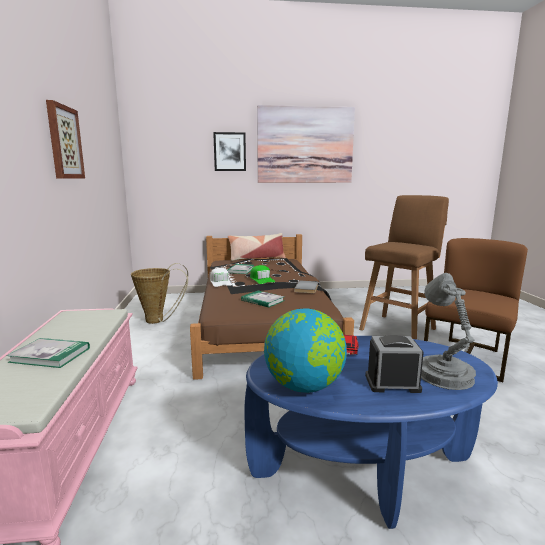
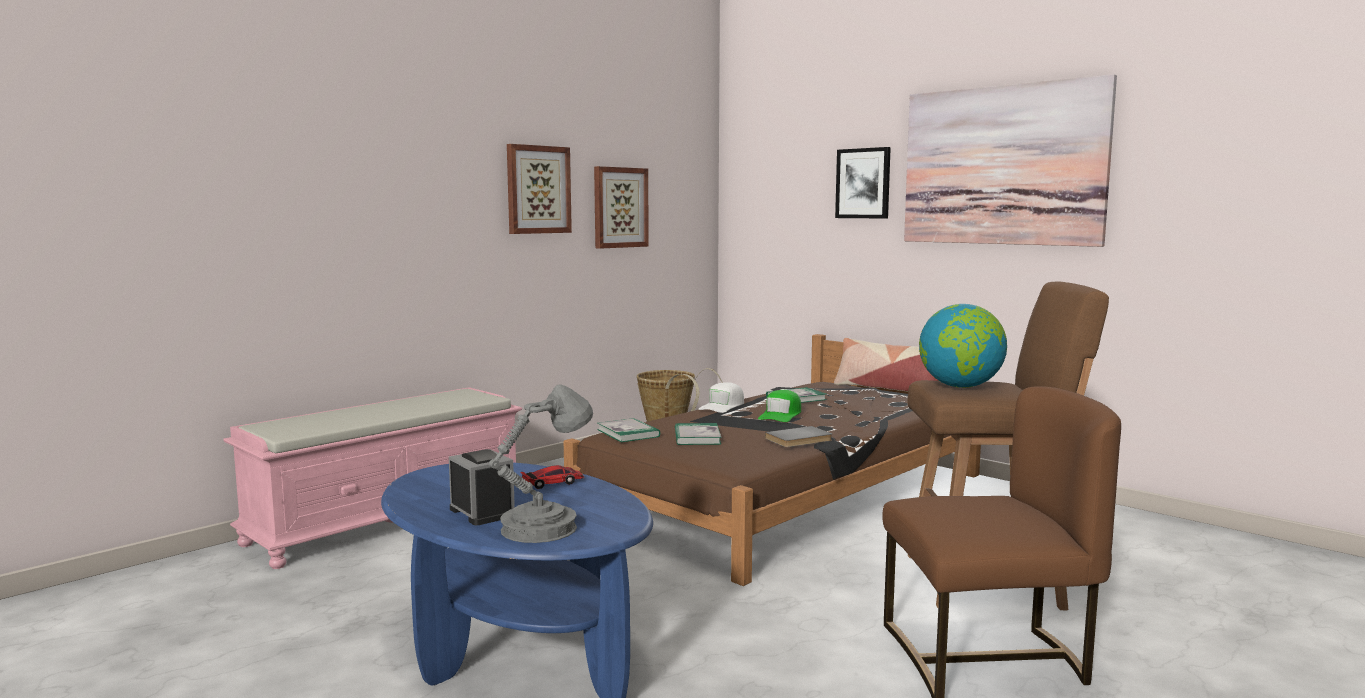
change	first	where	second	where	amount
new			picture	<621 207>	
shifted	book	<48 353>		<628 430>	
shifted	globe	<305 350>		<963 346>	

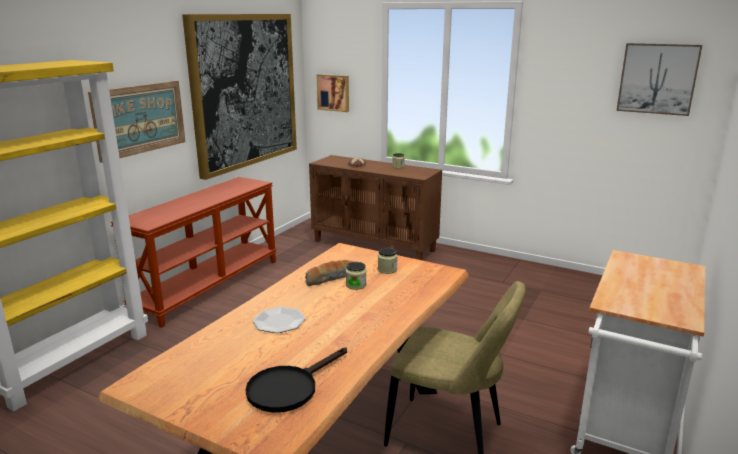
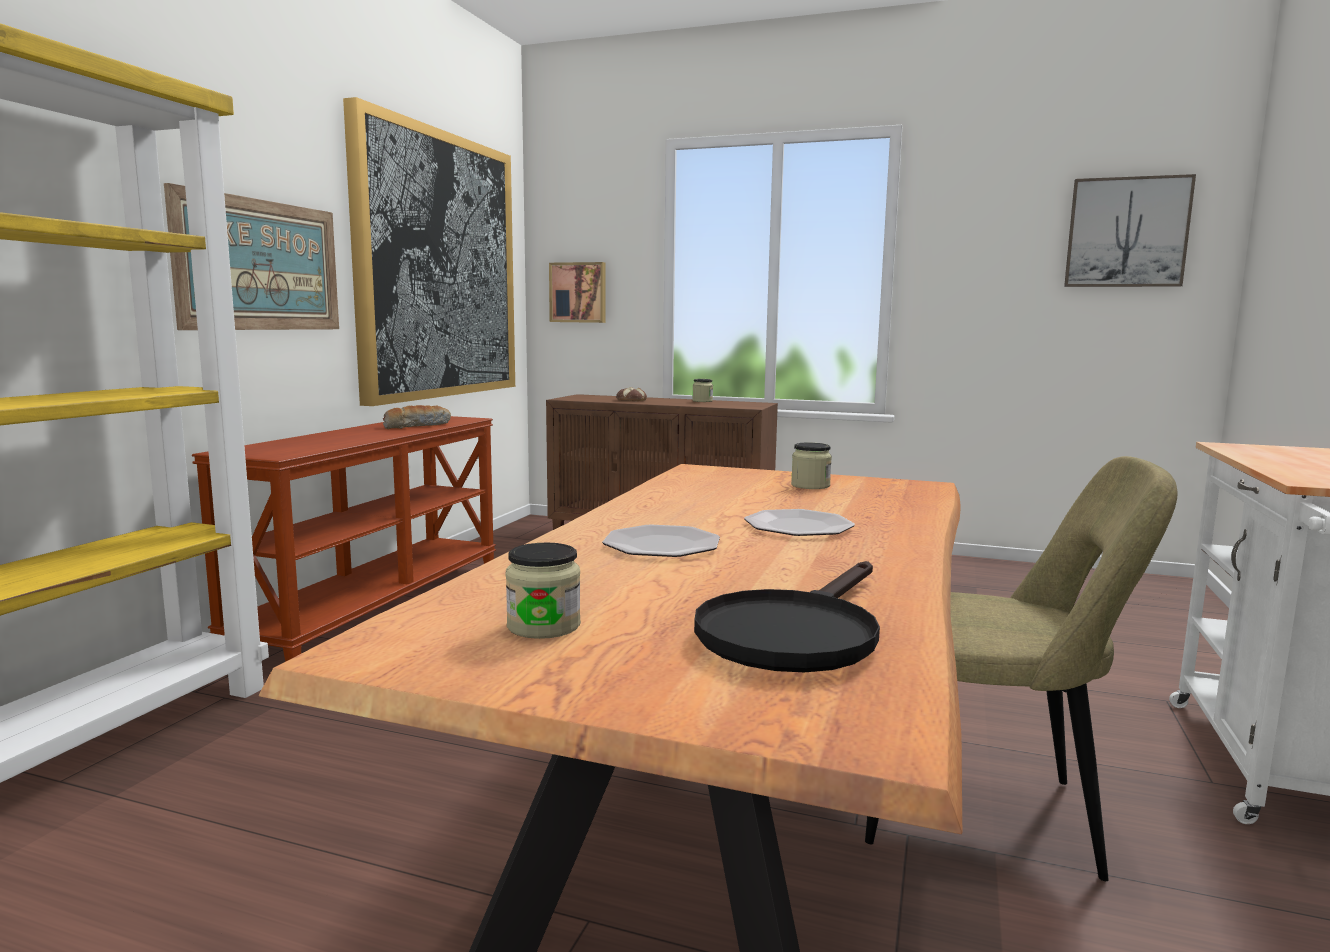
change	first	where	second	where	amount
new			plate	<799 522>	
shifted	bread	<329 273>		<417 417>	
shifted	jar	<356 276>		<543 591>	

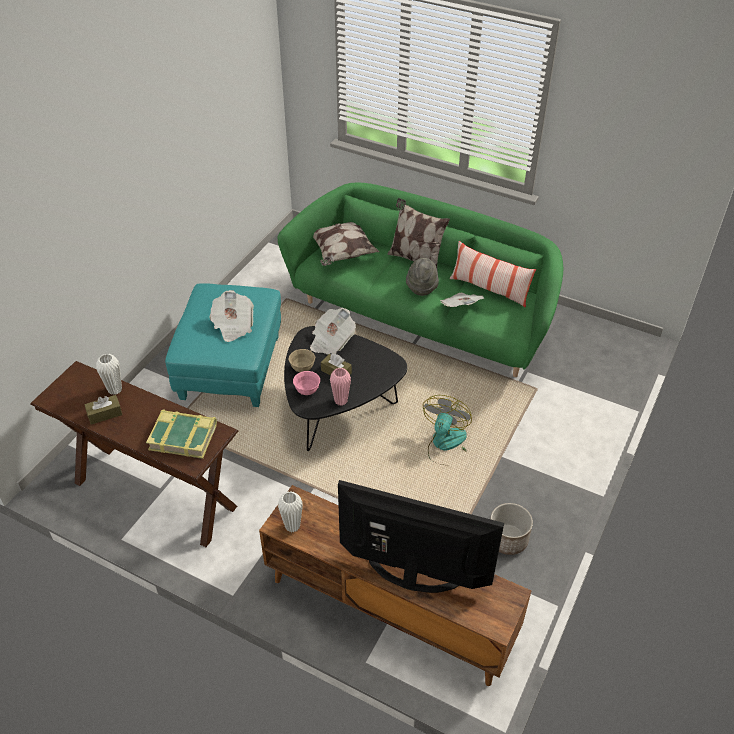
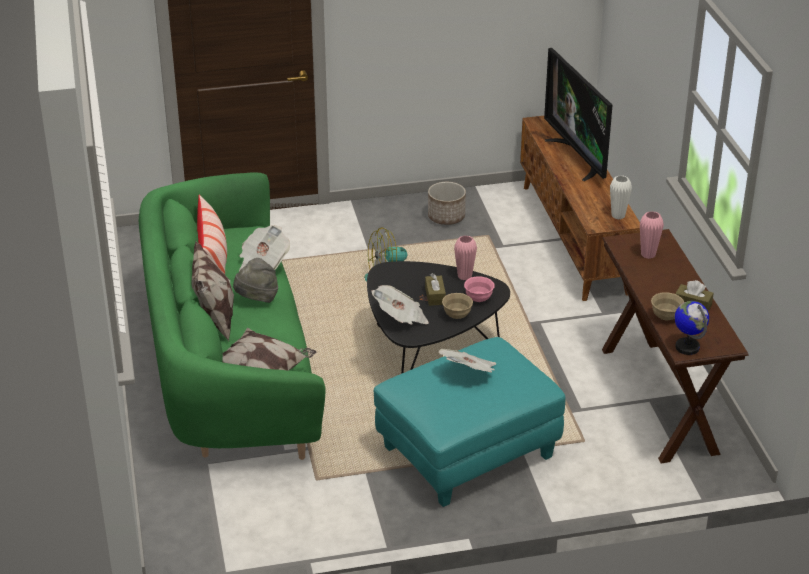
change	first	where	second	where	amount
new			globe	<692 328>	
swapped	white_vase	<109 374>	beige_bowl	<667 306>	
swapped	book	<181 434>	pink_vase	<652 235>	

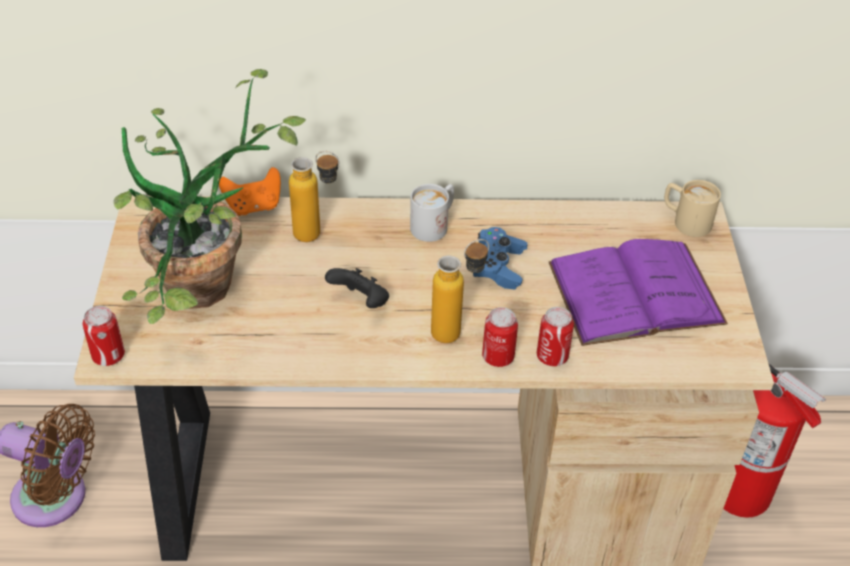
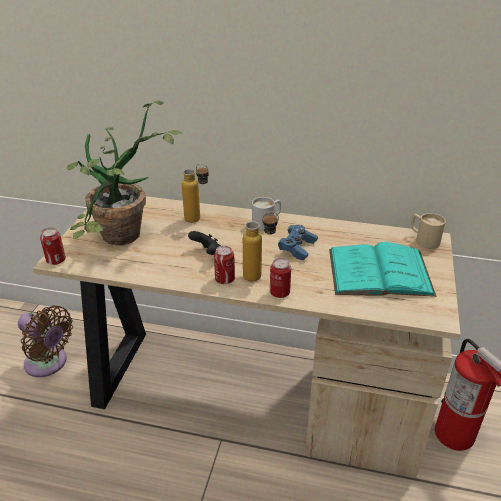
change	first	where	second	where	amount
gone	orange_game_controller	<250 191>			
shifted	can	<555 336>		<224 265>	
repainted	purple_book	<638 292>	turquoise_book	<382 269>	

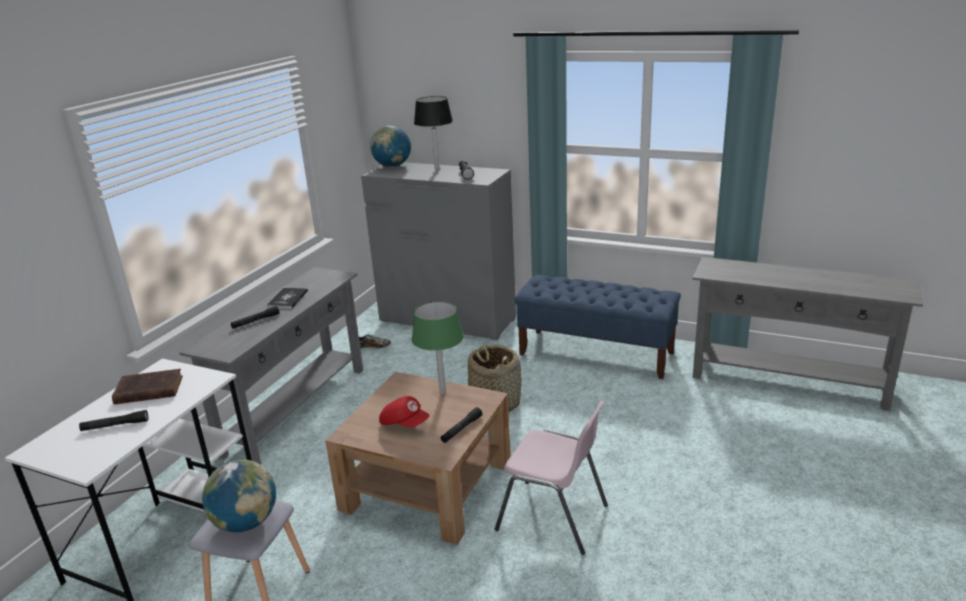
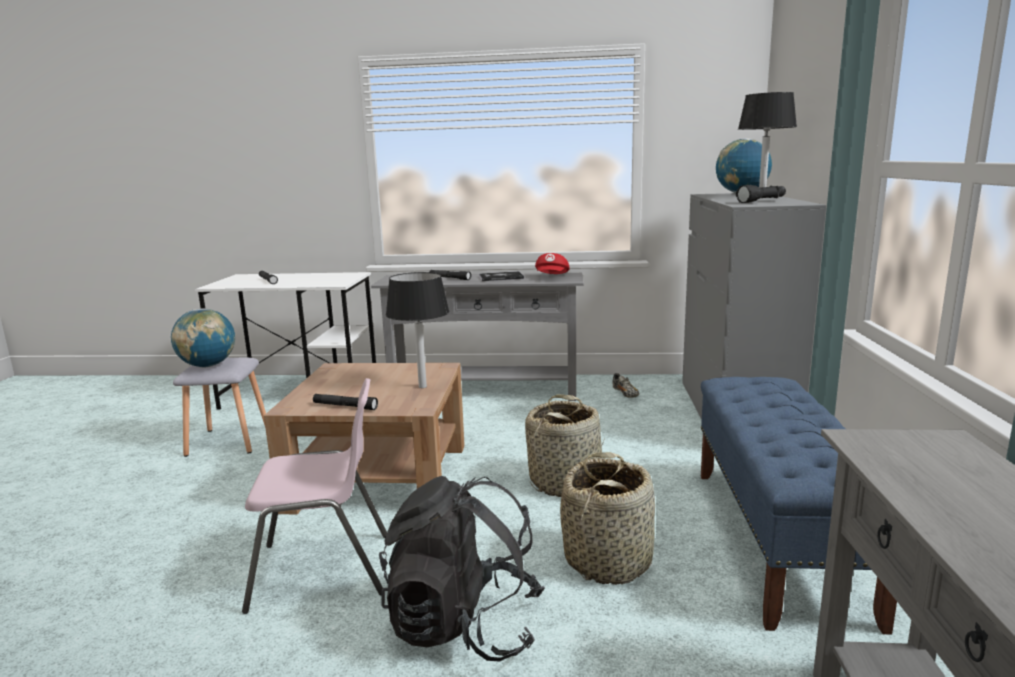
change	first	where	second	where	amount
gone	brown_book	<147 387>			
new			black_backpack	<462 569>	
new			basket	<607 518>	
shifted	red_cap	<404 411>		<552 263>	
repainted	green_table_lamp	<438 347>	black_table_lamp	<418 330>	
rotated	pink_chair	<551 478>		<314 496>	105 degrees counterclockwise

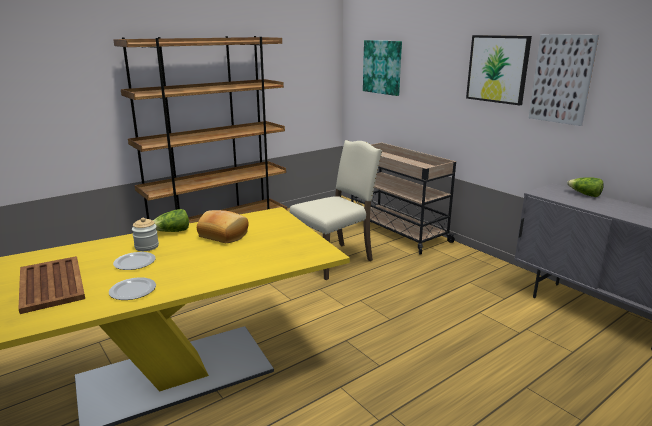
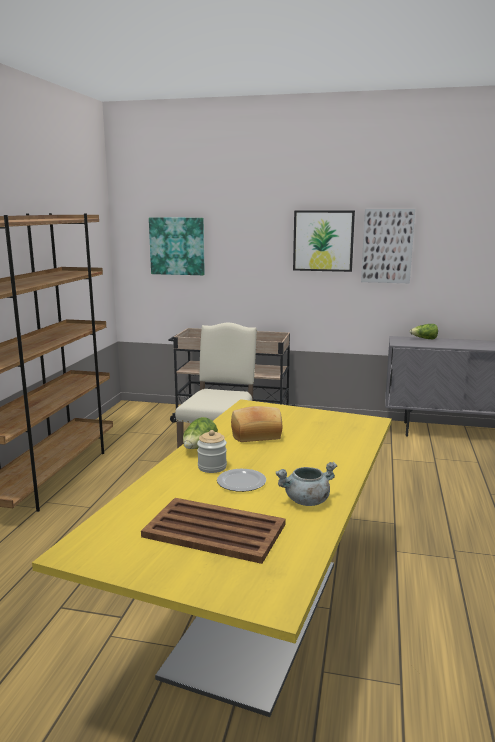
change	first	where	second	where	amount
swapped	plate	<132 288>	grey_cooking_pot	<306 484>	

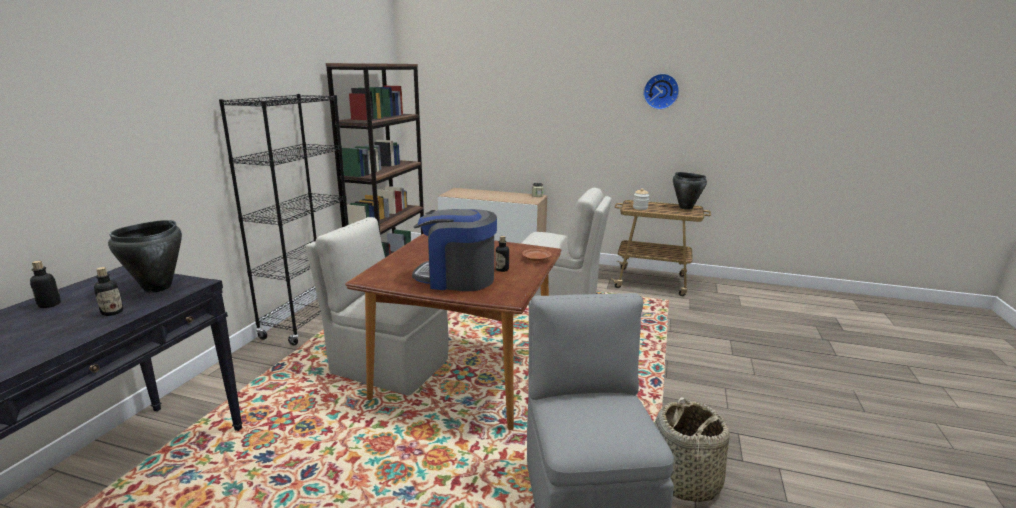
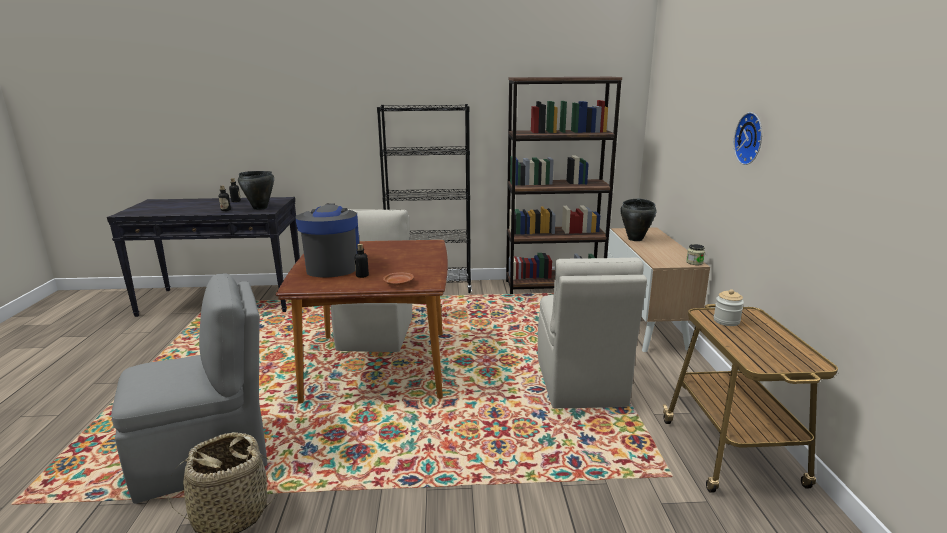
change	first	where	second	where	amount
shifted	wall_clock	<661 91>		<748 138>	
shifted	black_cooking_pot	<690 191>		<638 220>	

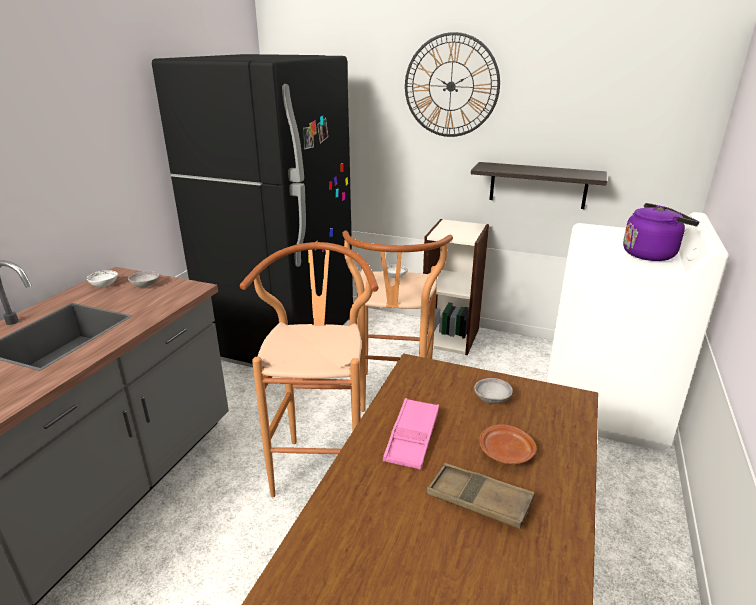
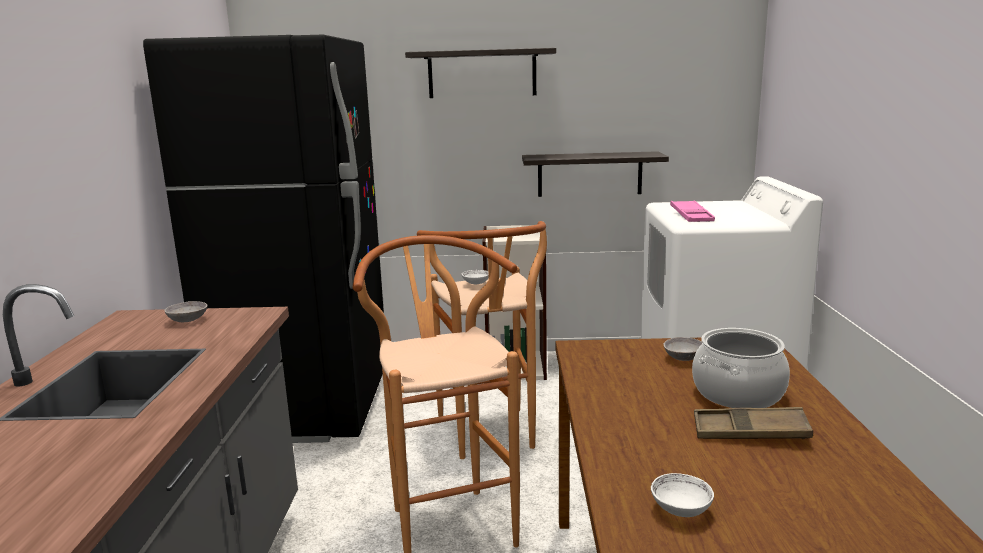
change	first	where	second	where	amount
gone	purple_kettle	<661 232>			
shifted	white_bowl	<102 278>		<682 495>	
shifted	pink_tray	<411 434>		<692 211>	
swapped	wall_clock	<452 84>	shelf	<480 73>	
swapped	brown_plate	<508 444>	cooking_pot	<741 368>	

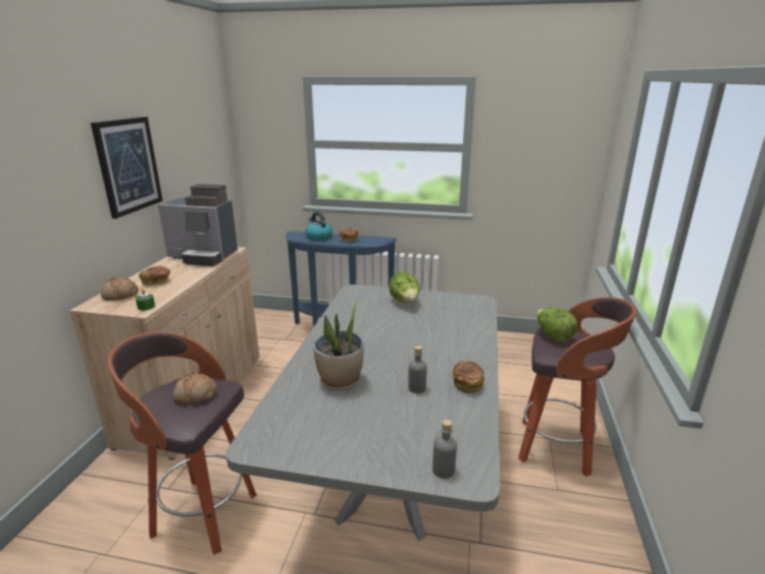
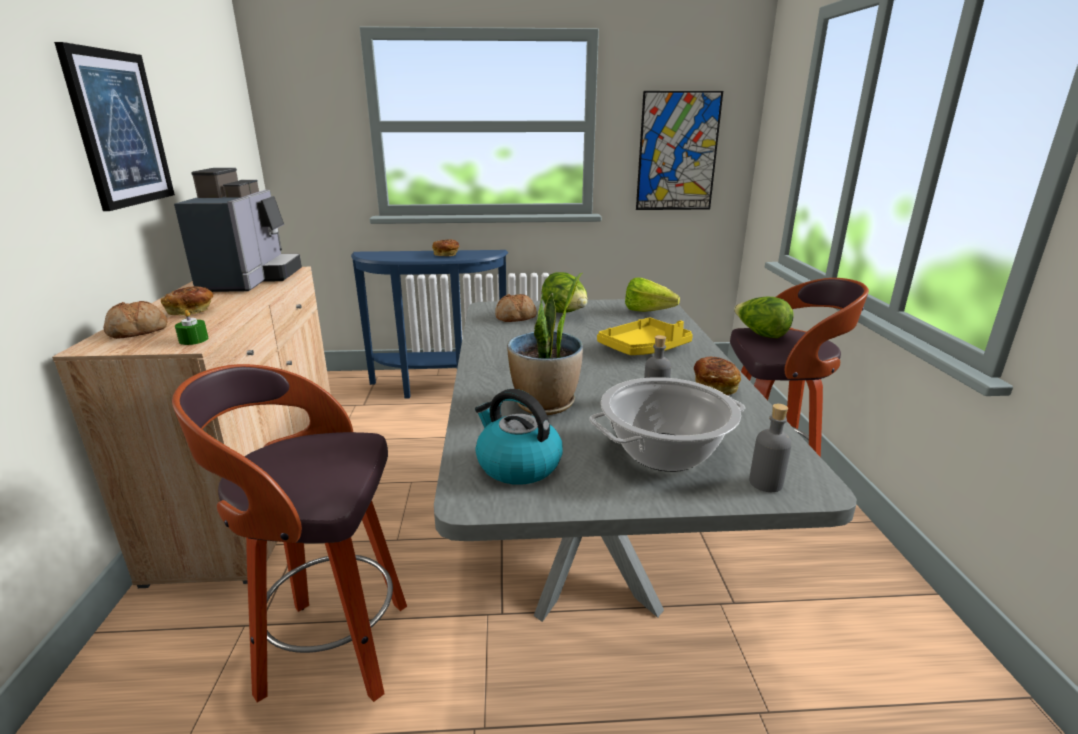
change	first	where	second	where	amount
new			cooking_pot	<667 424>	
new			yellow_tray	<645 336>	
new			lettuce	<652 295>	
new			picture	<679 150>	
shifted	bread	<195 388>		<516 308>	
shifted	kettle	<319 226>		<519 437>	
rotated	coffee_machine	<198 225>		<238 230>	90 degrees counterclockwise

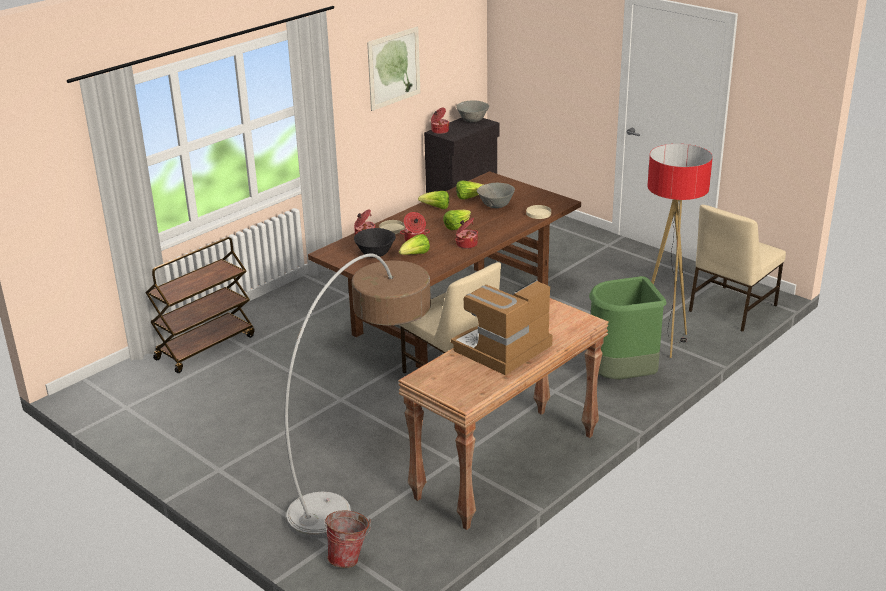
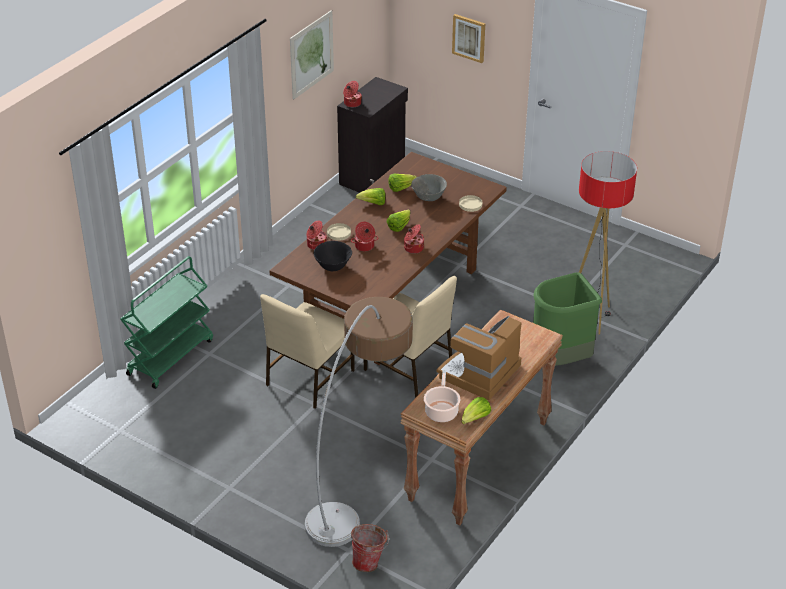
change	first	where	second	where	amount
gone	grey_bowl	<472 111>			
new			cooking_pot	<442 396>	
new			picture	<468 38>	
shifted	lettuce	<414 244>		<476 410>	
shifted	beige_chair	<737 268>		<307 351>	
repainted	brown_cart	<200 305>	green_cart	<166 322>	

